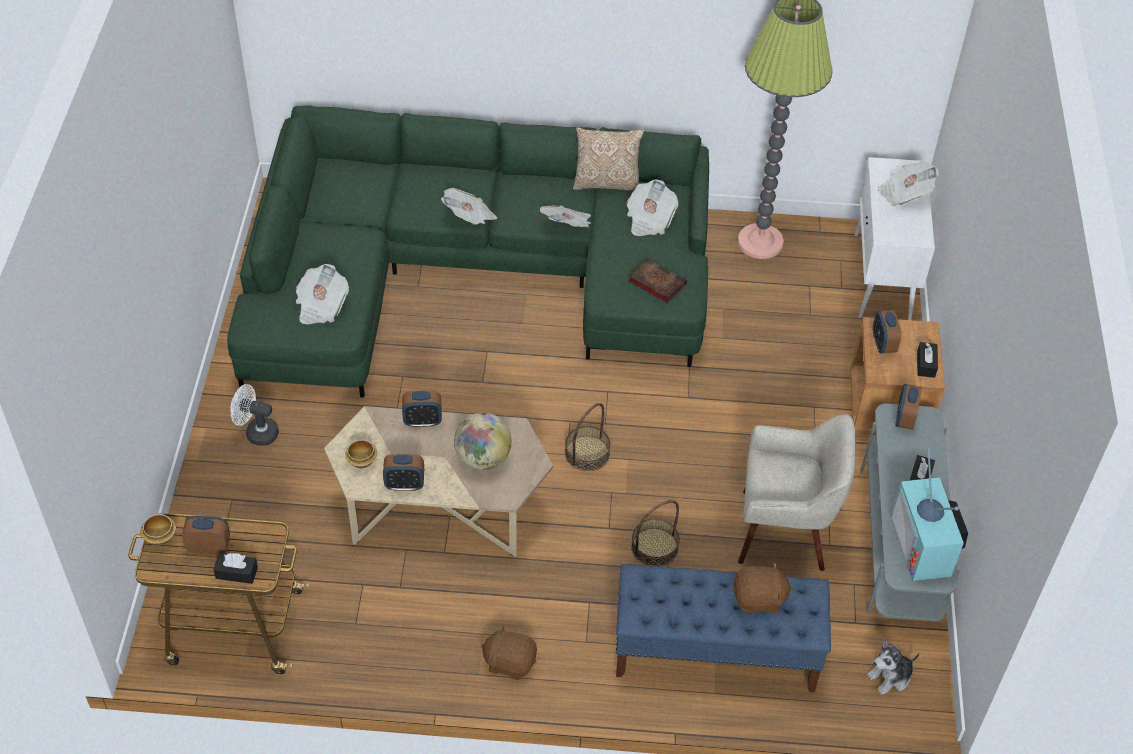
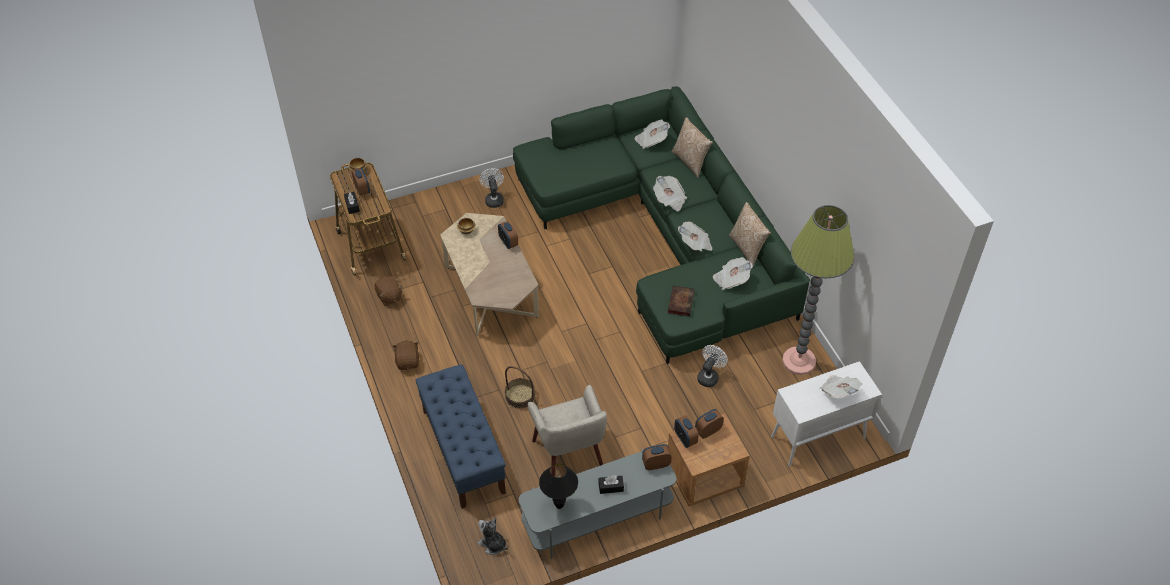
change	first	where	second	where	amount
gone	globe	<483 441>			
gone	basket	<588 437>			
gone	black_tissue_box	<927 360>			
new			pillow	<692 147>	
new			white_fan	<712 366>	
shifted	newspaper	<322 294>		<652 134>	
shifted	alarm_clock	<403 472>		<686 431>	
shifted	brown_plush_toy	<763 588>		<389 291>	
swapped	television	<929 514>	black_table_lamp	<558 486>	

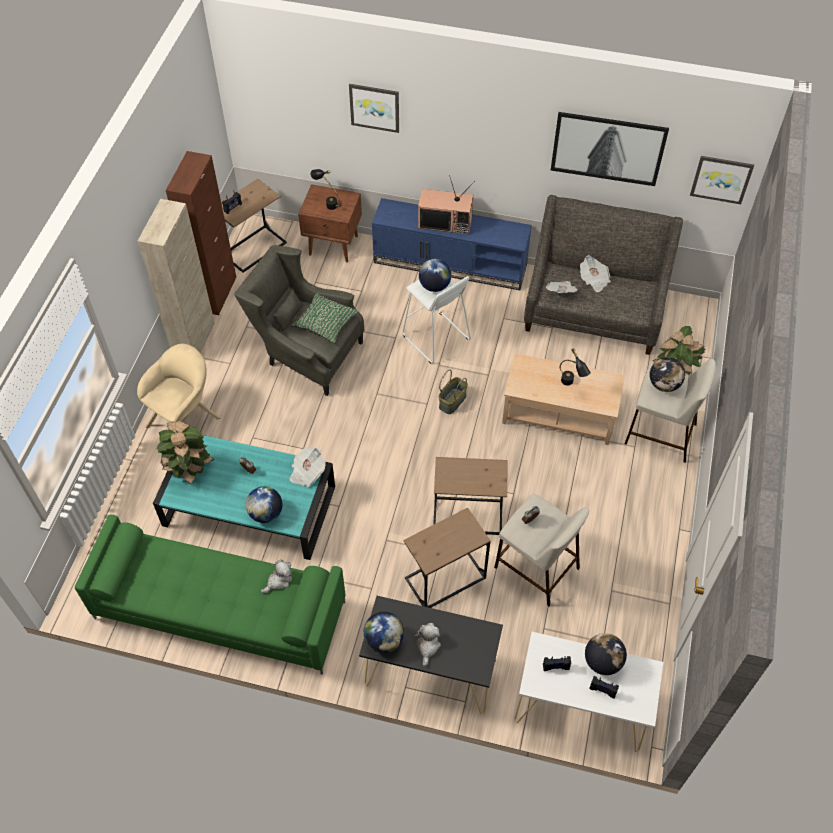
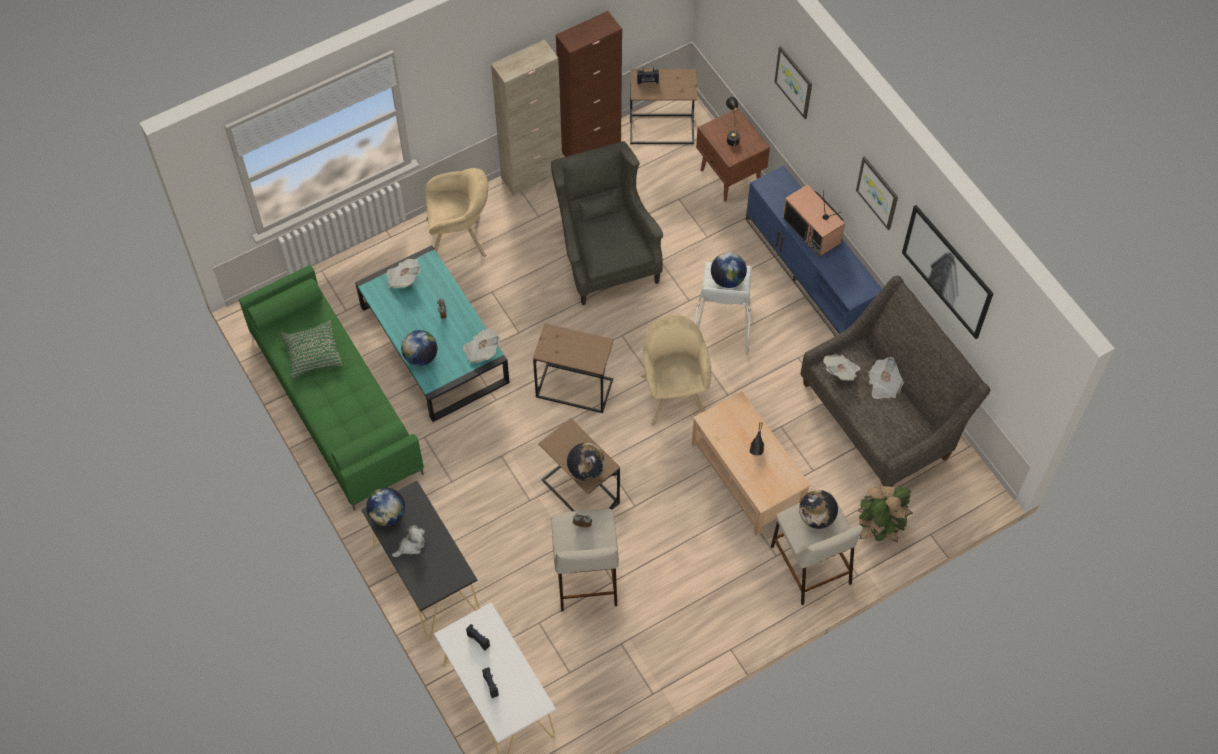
change	first	where	second	where	amount
gone	plush_toy	<276 576>			
shifted	green_pillow	<325 318>		<311 349>	
shifted	brown_side_table	<447 557>		<573 368>	
shifted	globe	<606 654>		<586 462>	
shifted	picture	<722 180>		<877 193>	
swapped	potted_plant	<185 453>	newspaper	<404 273>	
swapped	basket	<453 392>	beige_armchair	<676 370>	

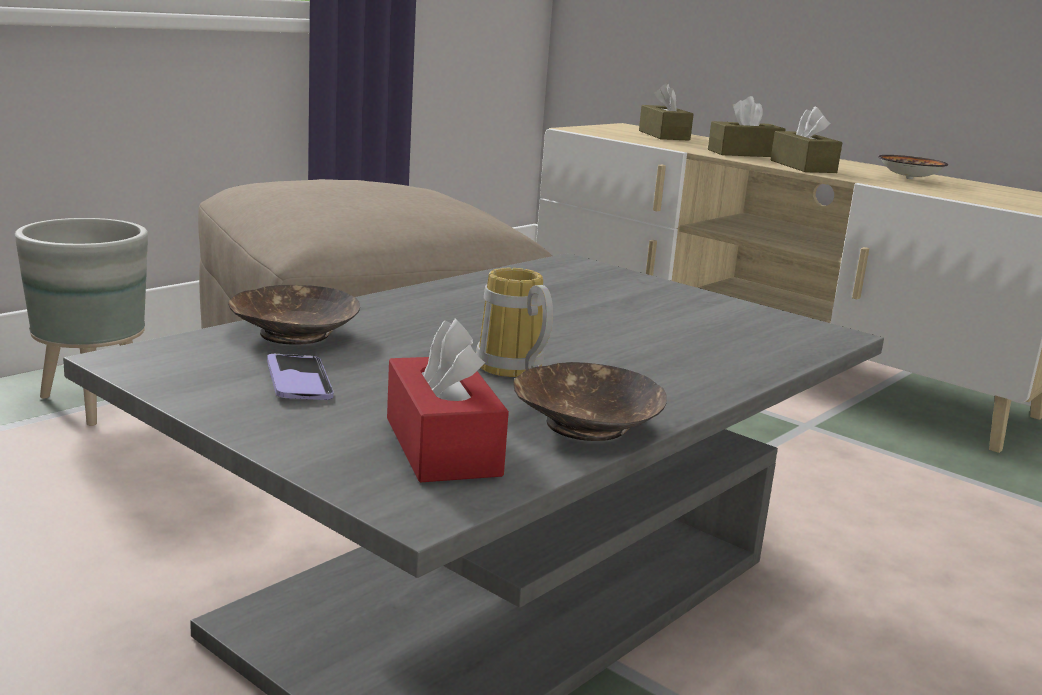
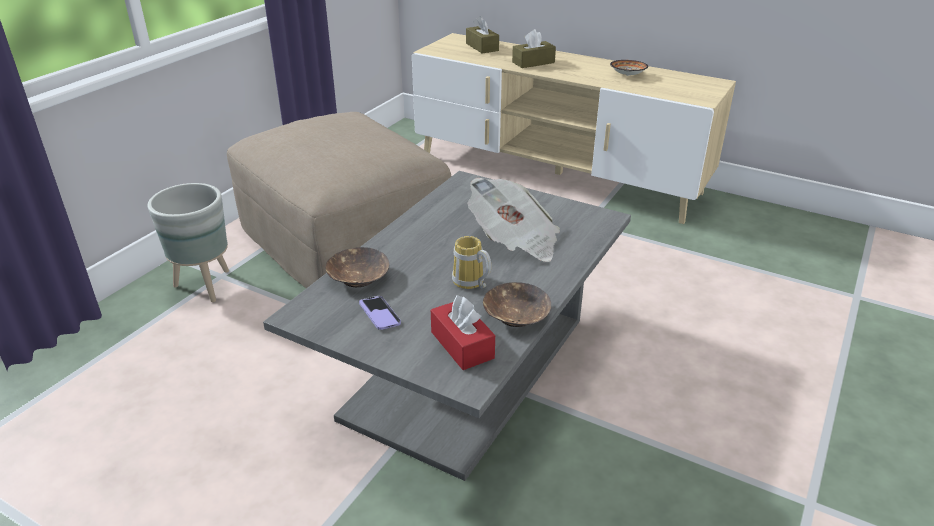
change	first	where	second	where	amount
gone	brown_tissue_box	<806 140>			
new			newspaper	<513 220>	

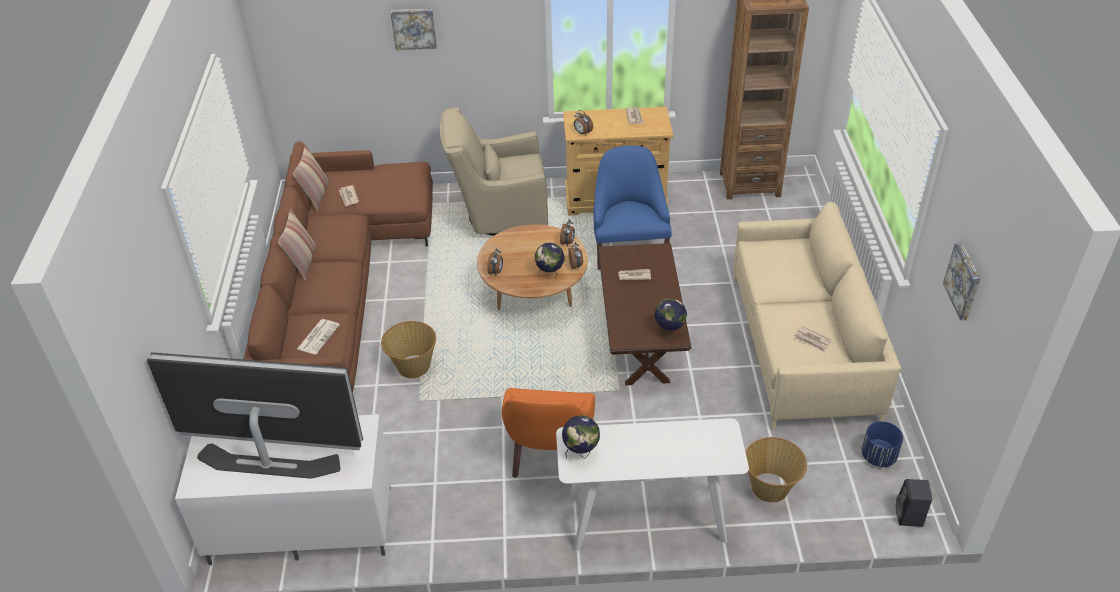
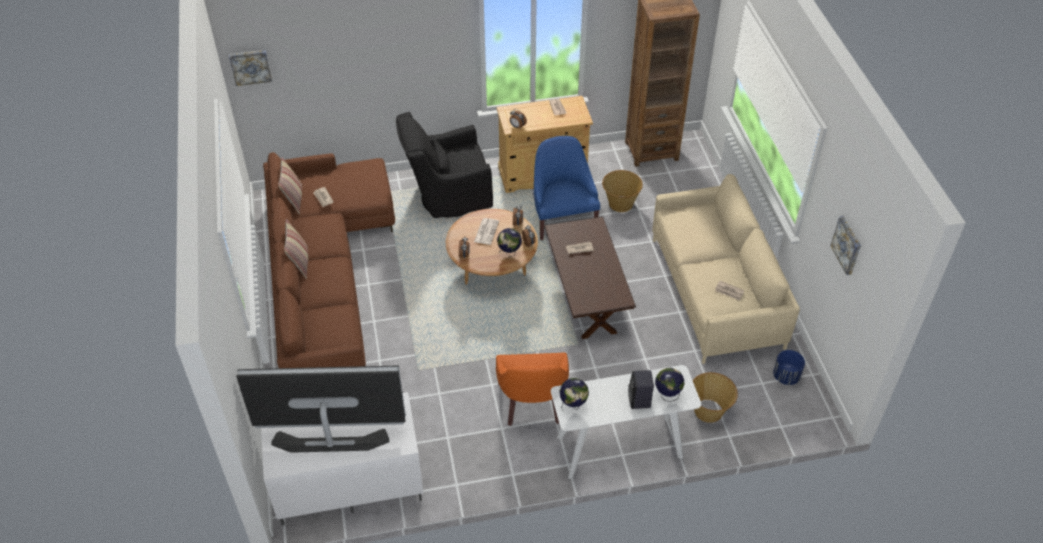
change	first	where	second	where	amount
shifted	newspaper	<318 336>		<486 231>	
shifted	basket	<408 350>		<622 191>	
shifted	picture	<413 29>		<250 68>	
shifted	globe	<671 318>		<669 384>	
shifted	black_speaker	<914 503>		<641 389>	
repainted	beige_armchair	<494 171>	black_armchair	<444 165>	

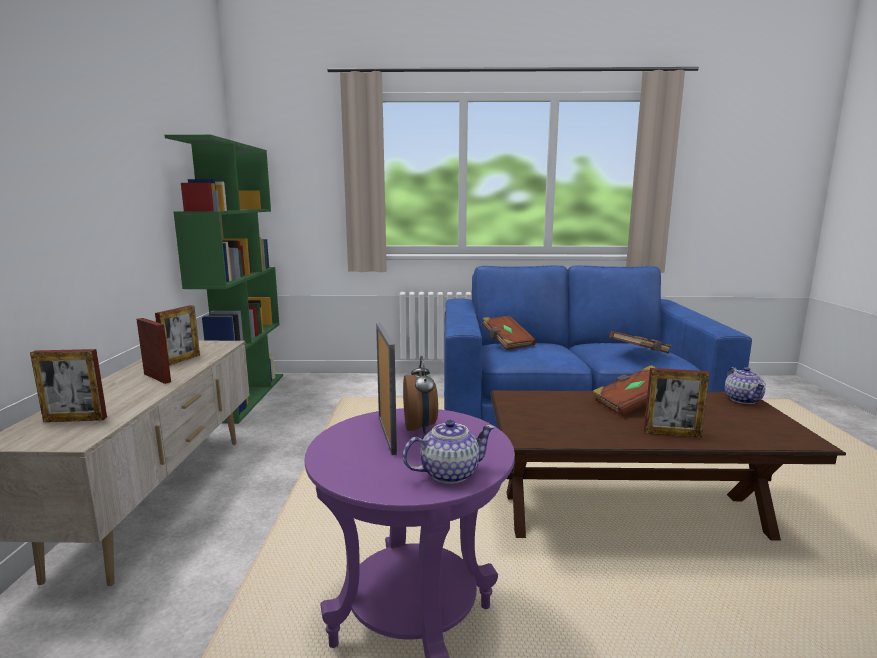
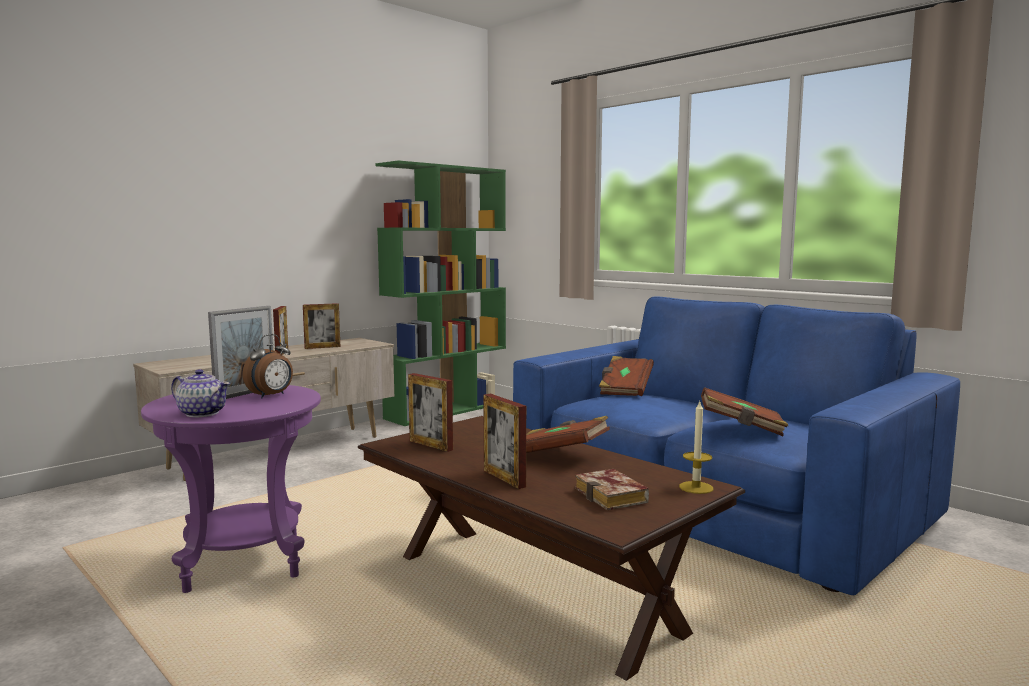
change	first	where	second	where	amount
new			book	<612 489>	
shifted	picture_frame	<68 385>		<430 412>	
swapped	teapot	<745 385>	candle	<696 448>	

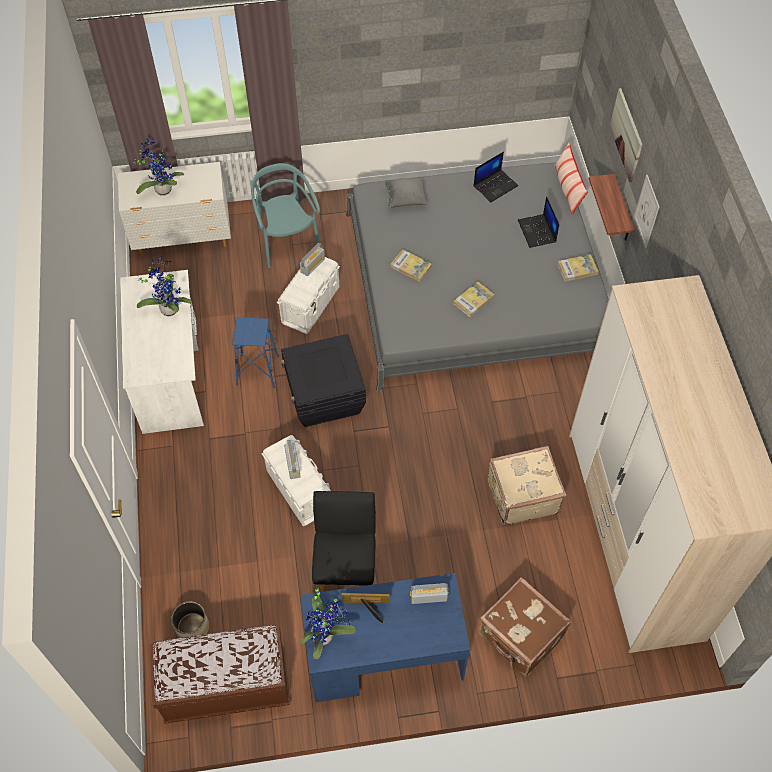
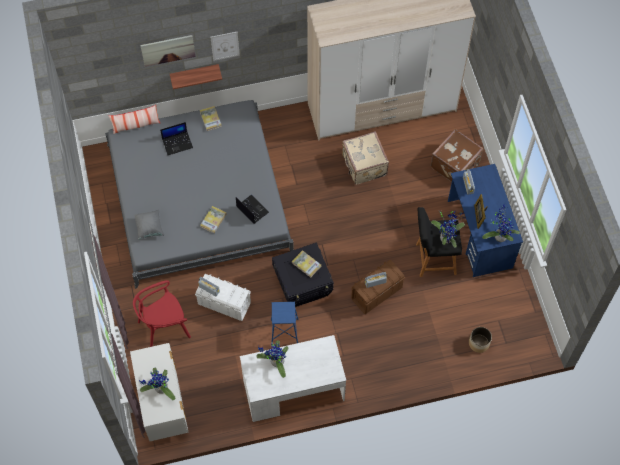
change	first	where	second	where	amount
gone	brown_bench	<220 674>			
new			potted_plant	<448 229>	
shifted	book	<474 299>		<306 264>	
shifted	laptop	<496 177>		<252 209>	
repainted	turquoise_chair	<285 215>	red_chair	<162 313>	
repainted	white_storage_box	<296 480>	brown_storage_box	<378 287>	

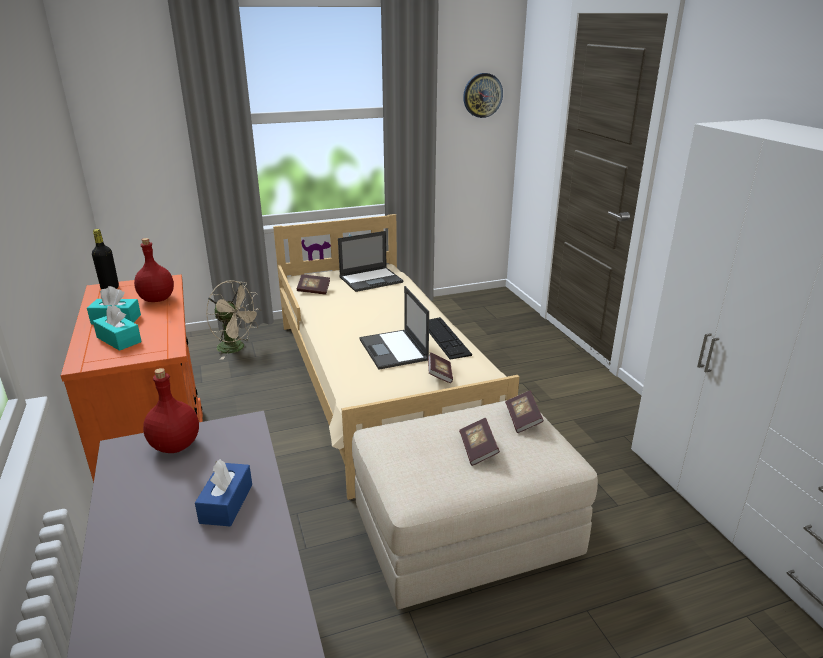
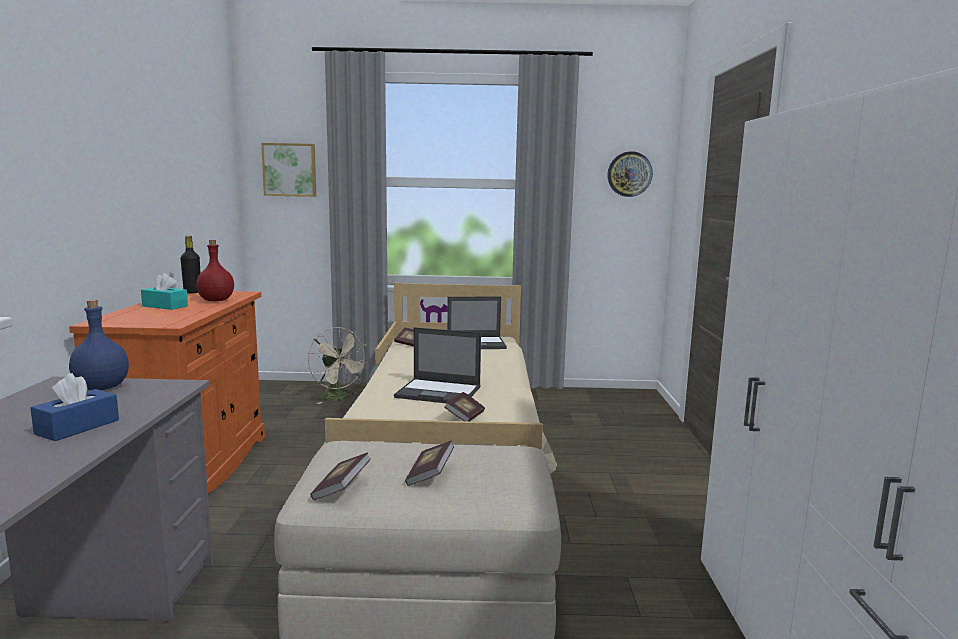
change	first	where	second	where	amount
gone	turquoise_tissue_box	<117 328>			
gone	keyboard	<450 338>			
new			picture	<288 170>	
shifted	book	<524 411>		<341 476>	
repainted	red_bottle	<171 410>	blue_bottle	<99 345>	
rotated	laptop	<394 328>		<437 365>	75 degrees counterclockwise

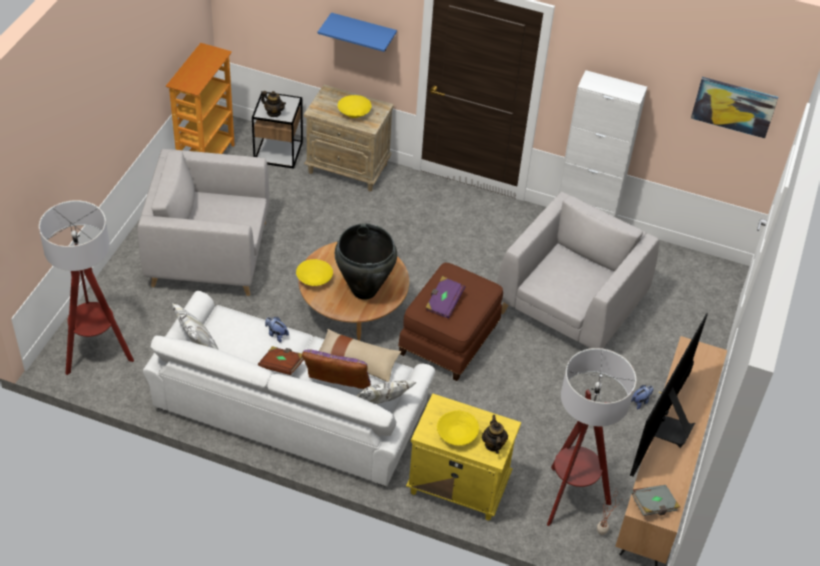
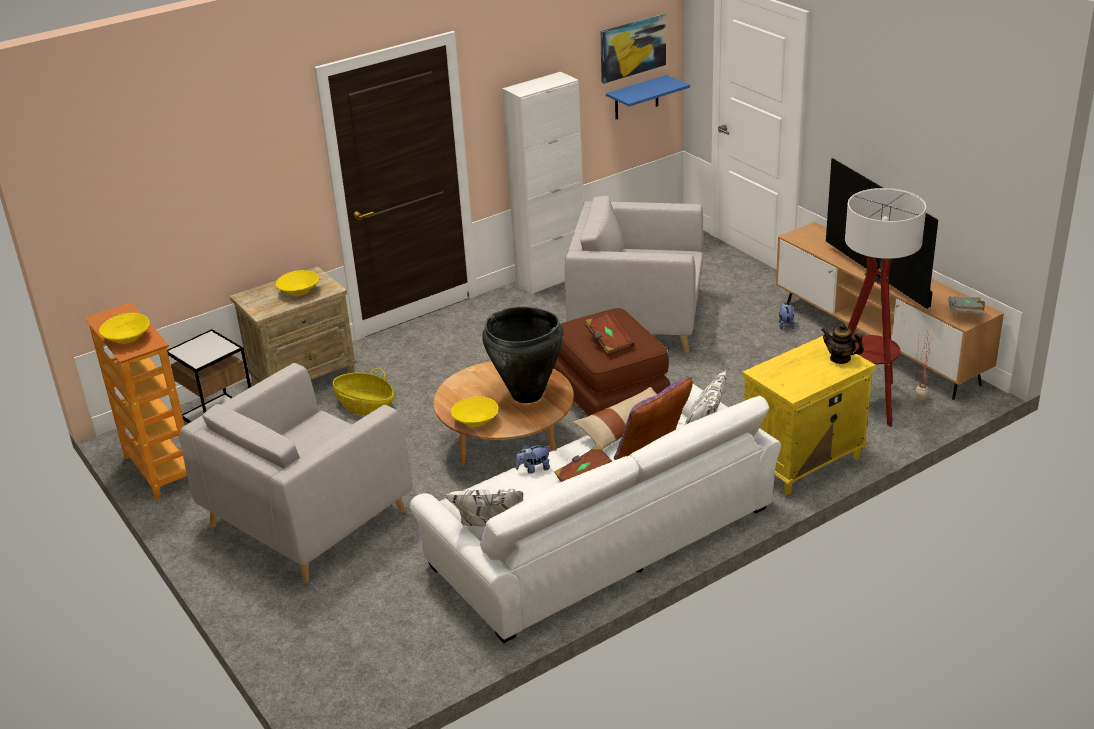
change	first	where	second	where	amount
gone	floor_lamp	<86 287>			
gone	teapot	<273 104>			
new			basket	<364 392>	
shifted	blue_shelf	<357 32>		<648 97>	
shifted	yellow_bowl	<458 428>		<124 328>	
repainted	purple_book	<445 297>	brown_book	<609 334>	
rotated	grey_armchair	<578 270>		<633 274>	60 degrees counterclockwise

